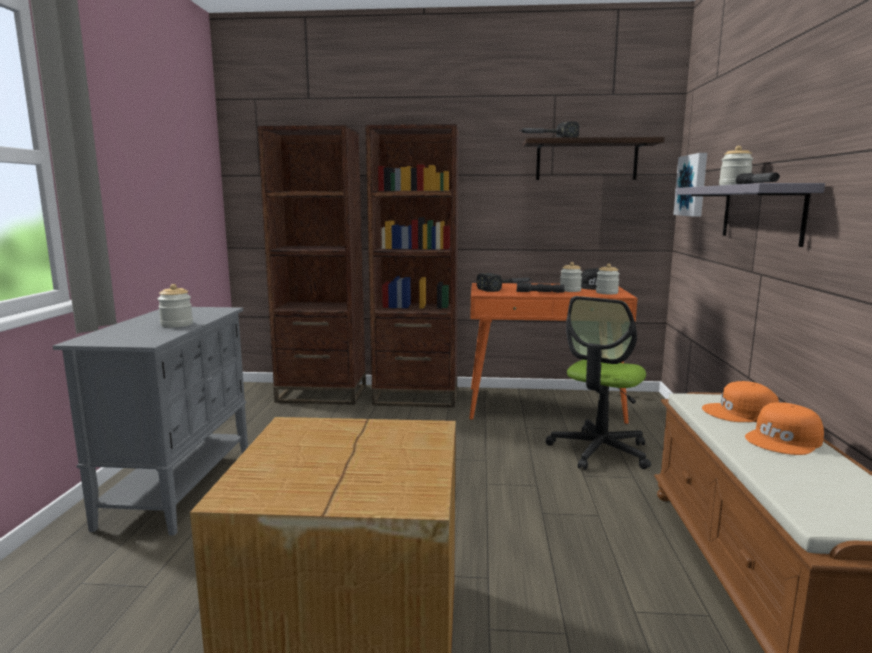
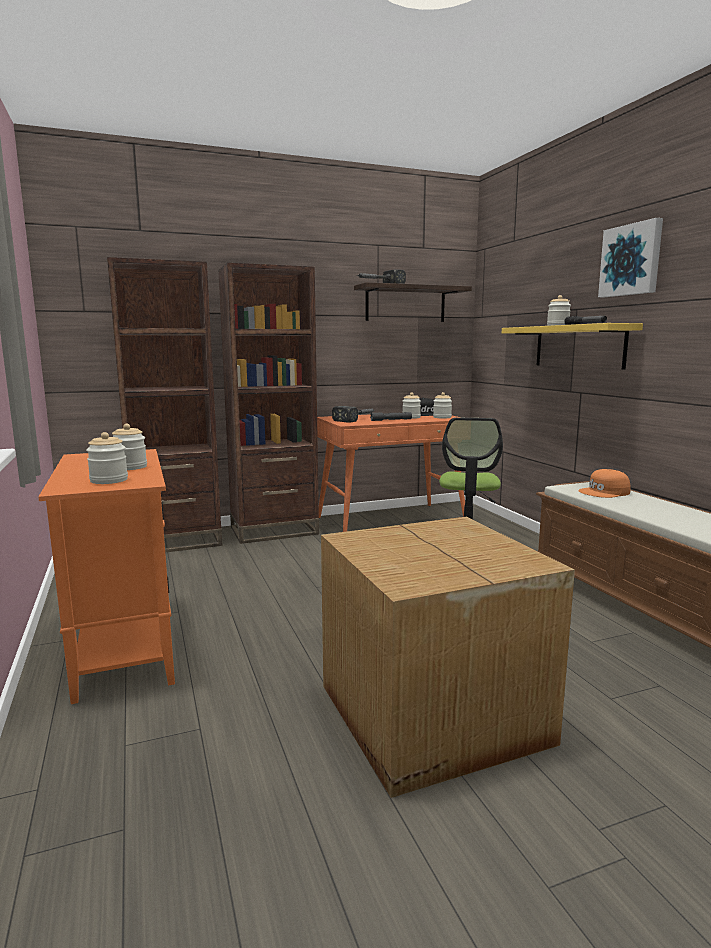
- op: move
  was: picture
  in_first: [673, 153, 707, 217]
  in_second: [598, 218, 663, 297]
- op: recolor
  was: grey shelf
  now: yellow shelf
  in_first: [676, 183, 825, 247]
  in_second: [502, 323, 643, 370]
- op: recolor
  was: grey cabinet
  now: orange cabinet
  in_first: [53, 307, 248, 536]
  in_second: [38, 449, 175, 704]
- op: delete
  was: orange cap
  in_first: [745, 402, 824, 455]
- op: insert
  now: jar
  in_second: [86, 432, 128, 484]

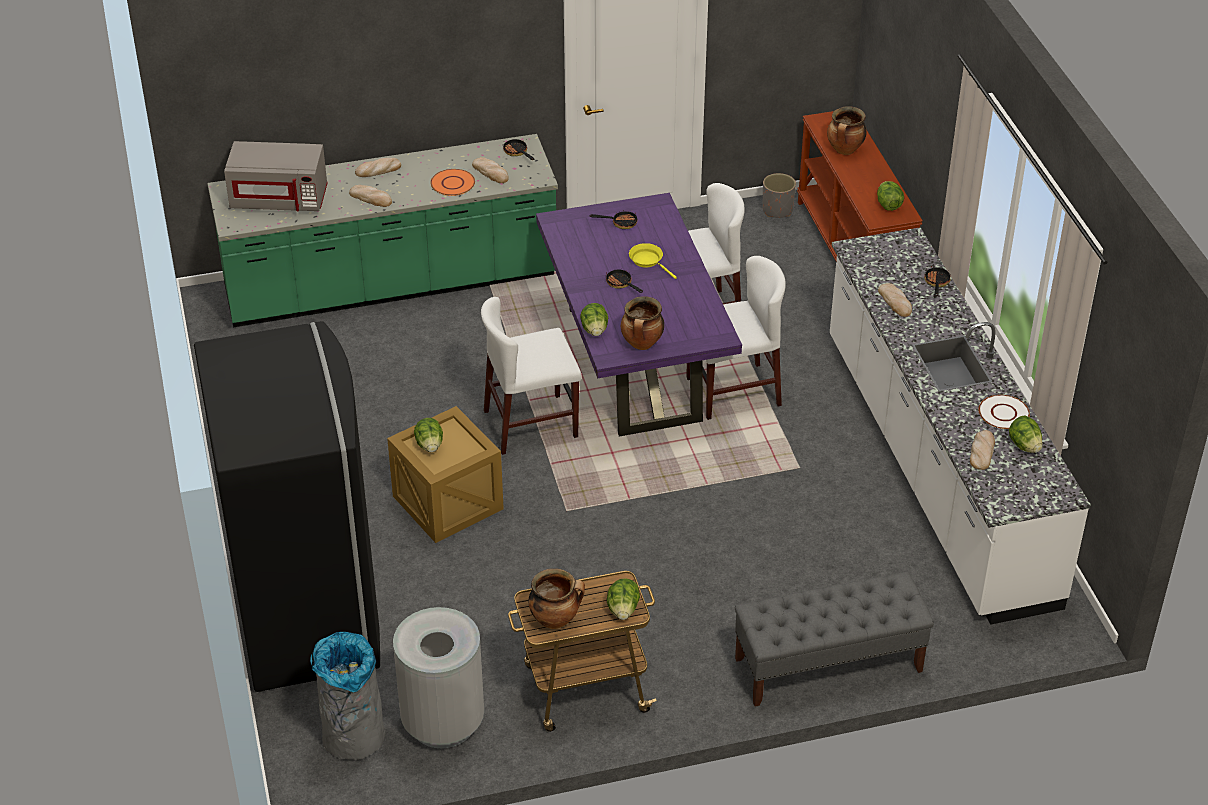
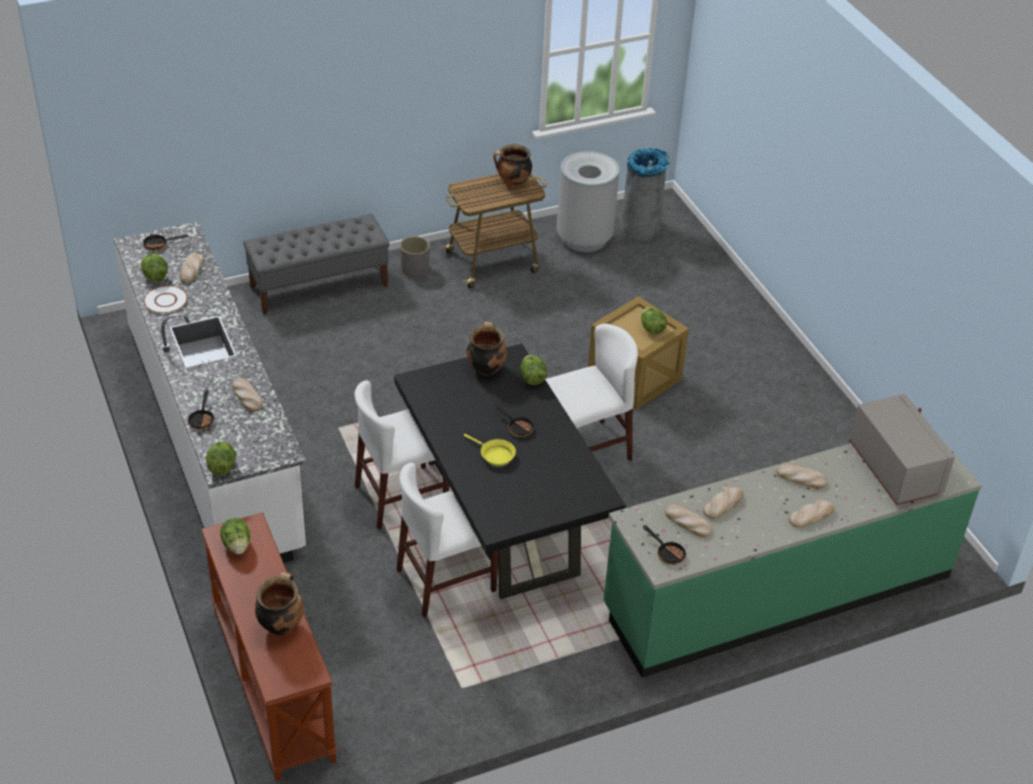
- op: rotate
  was: grey microwave
  in_first: [224, 141, 328, 211]
  in_second: [849, 394, 955, 505]
  clockwise: 75
- op: replace
  was: orange plate
  now: bread
  in_first: [430, 169, 475, 196]
  in_second: [703, 487, 743, 519]
- op: move
  was: grey planter
  in_first: [763, 173, 796, 218]
  in_second: [400, 236, 430, 277]
- op: recolor
  was: purple dining table
  now: black dining table
  in_first: [536, 193, 742, 436]
  in_second: [394, 344, 626, 599]
- op: move
  was: frying pan
  in_first: [589, 210, 637, 229]
  in_second: [143, 235, 188, 251]
- op: delete
  was: black fridge
  in_first: [194, 321, 380, 692]
- op: move
  was: lettuce
  in_first: [607, 578, 640, 620]
  in_second: [206, 441, 236, 475]

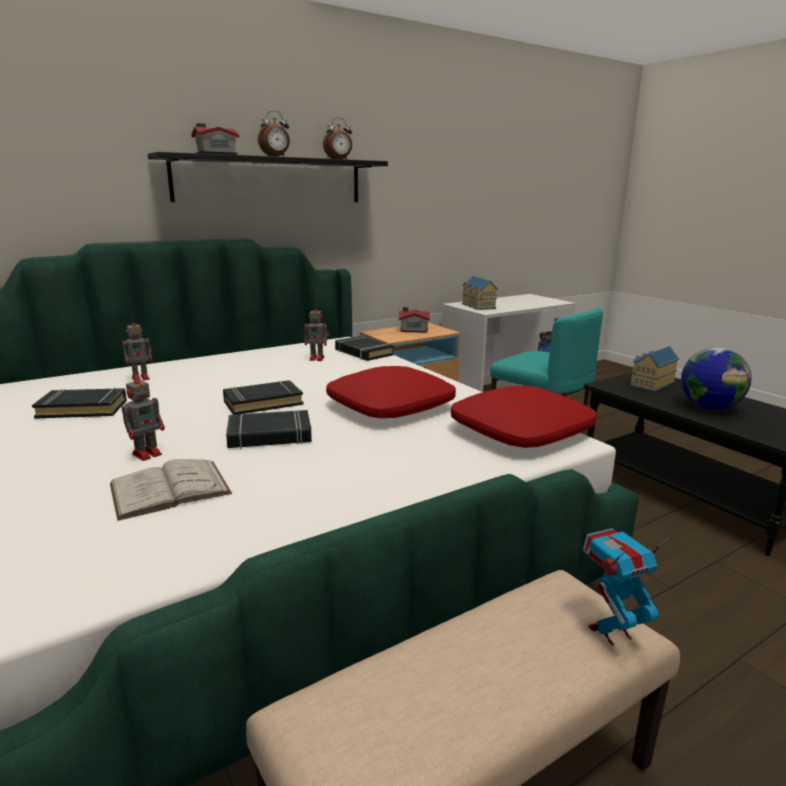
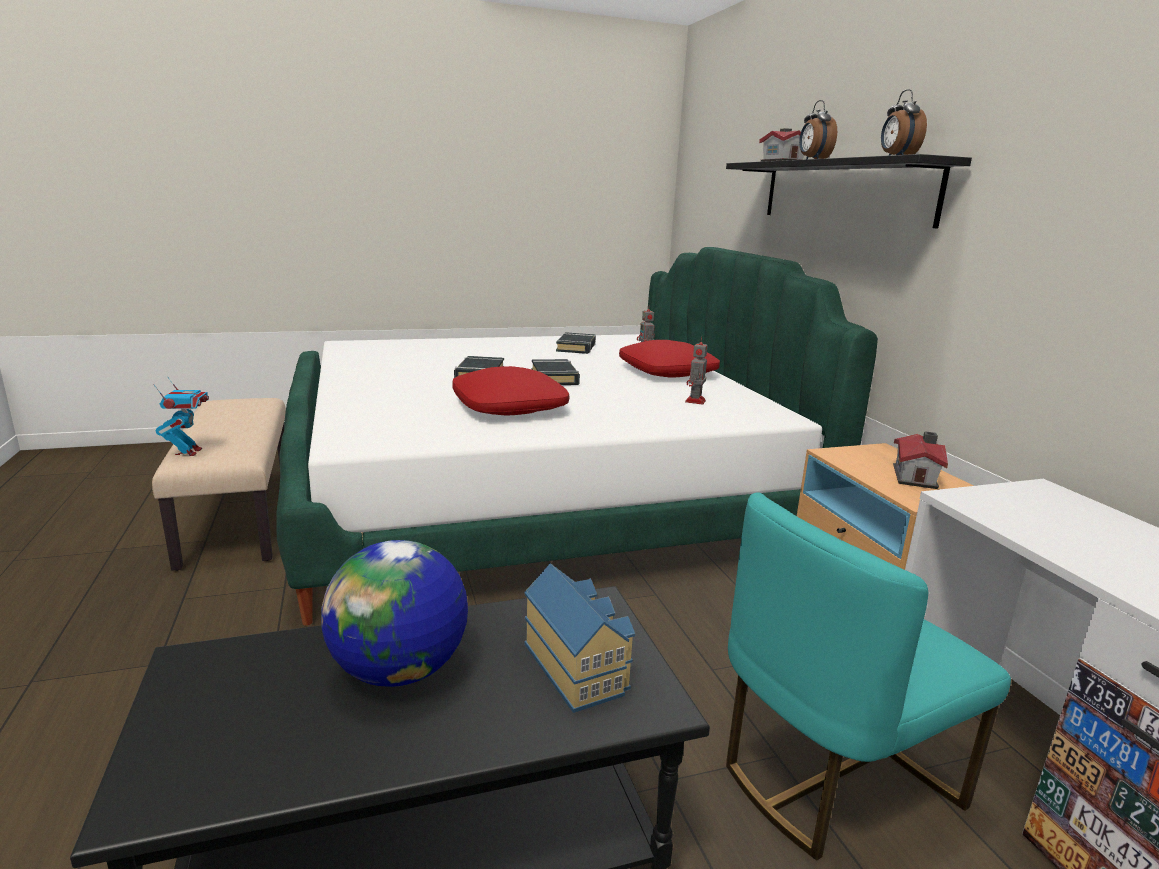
- op: delete
  was: toy house
  in_first: [462, 276, 498, 310]
- op: delete
  was: black book
  in_first: [335, 336, 394, 361]
- op: delete
  was: toy robot
  in_first: [122, 372, 165, 461]
- op: move
  was: red pillow
  in_first: [451, 386, 597, 448]
  in_second: [619, 340, 720, 378]
- op: delete
  was: white book
  in_first: [110, 459, 232, 521]

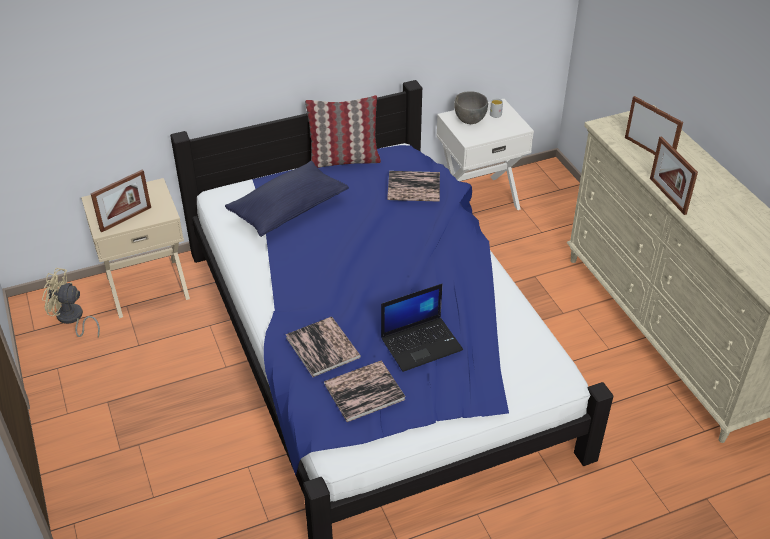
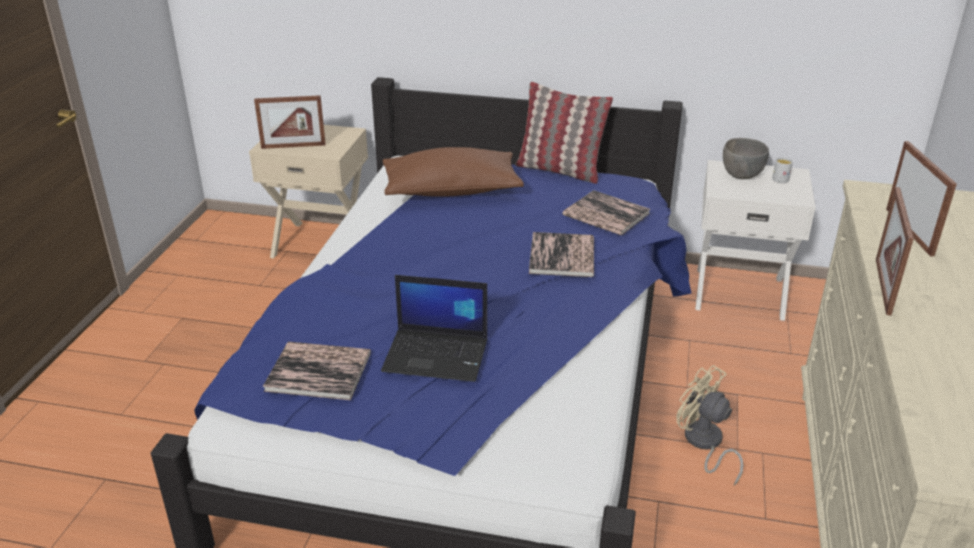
- op: recolor
  was: blue pillow
  now: brown pillow
  in_first: [225, 161, 349, 237]
  in_second: [382, 147, 524, 197]
- op: move
  was: beige fan
  in_first: [42, 268, 100, 338]
  in_second: [676, 365, 743, 486]
- op: move
  was: book
  in_first: [286, 317, 361, 377]
  in_second: [529, 232, 594, 277]

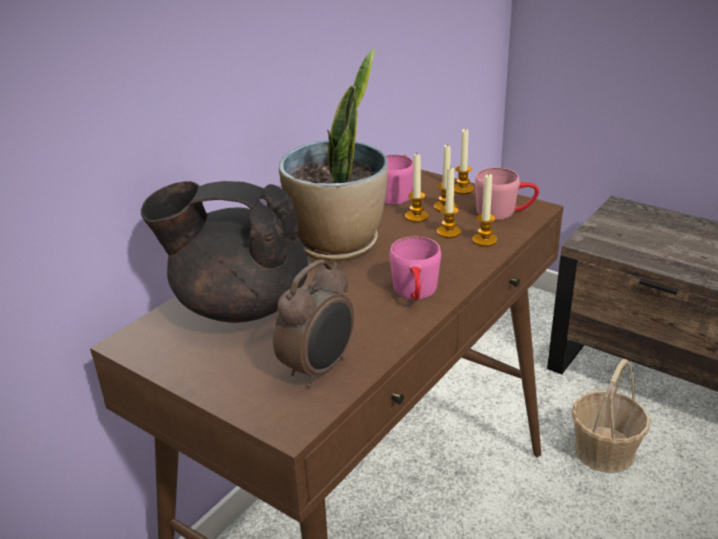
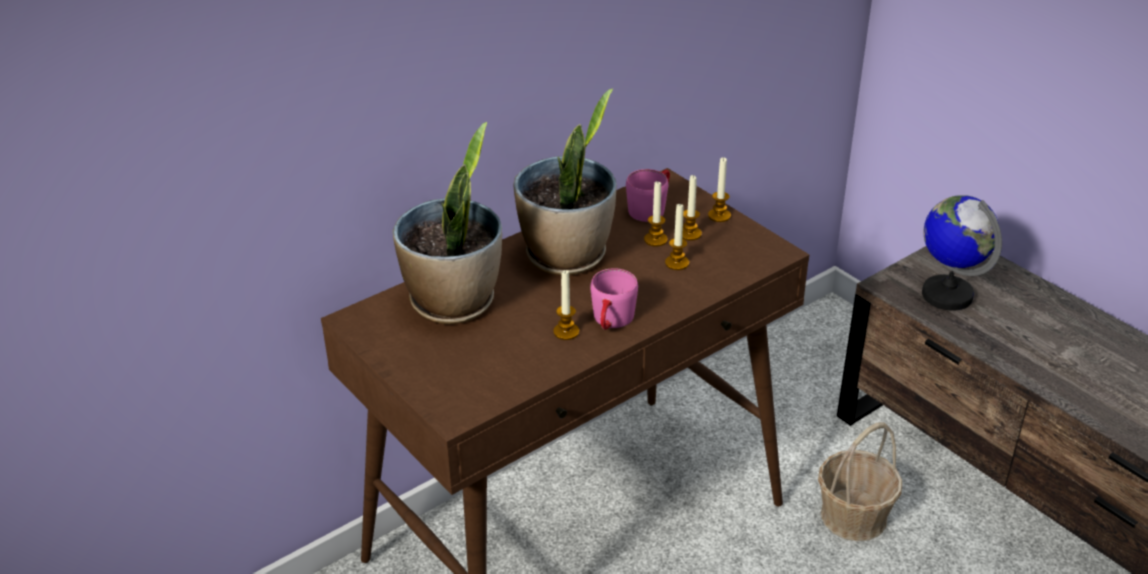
- op: delete
  was: pink mug
  in_first: [475, 168, 539, 220]
- op: move
  was: candle
  in_first: [472, 173, 498, 247]
  in_second: [553, 270, 579, 340]
- op: replace
  was: black teapot
  now: potted plant
  in_first: [141, 181, 308, 323]
  in_second: [393, 122, 502, 324]
- op: delete
  was: alarm clock
  in_first: [273, 259, 354, 388]
- op: insert
  now: globe
  in_second: [922, 195, 1002, 311]

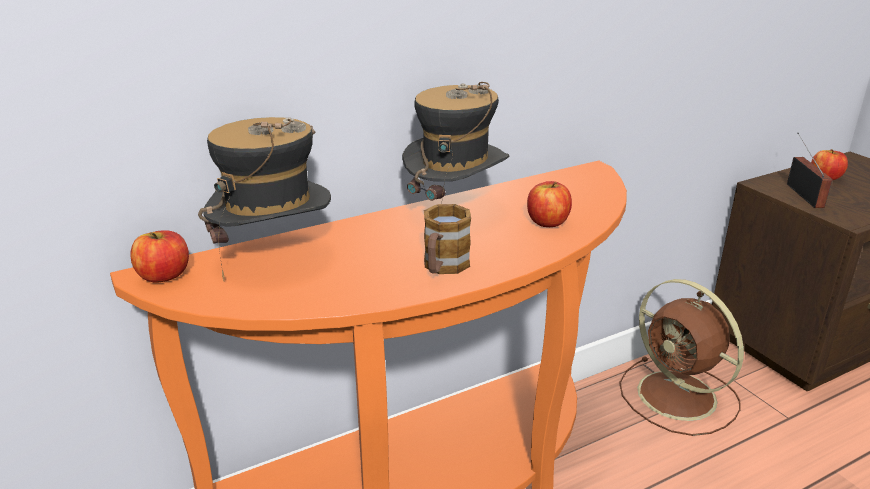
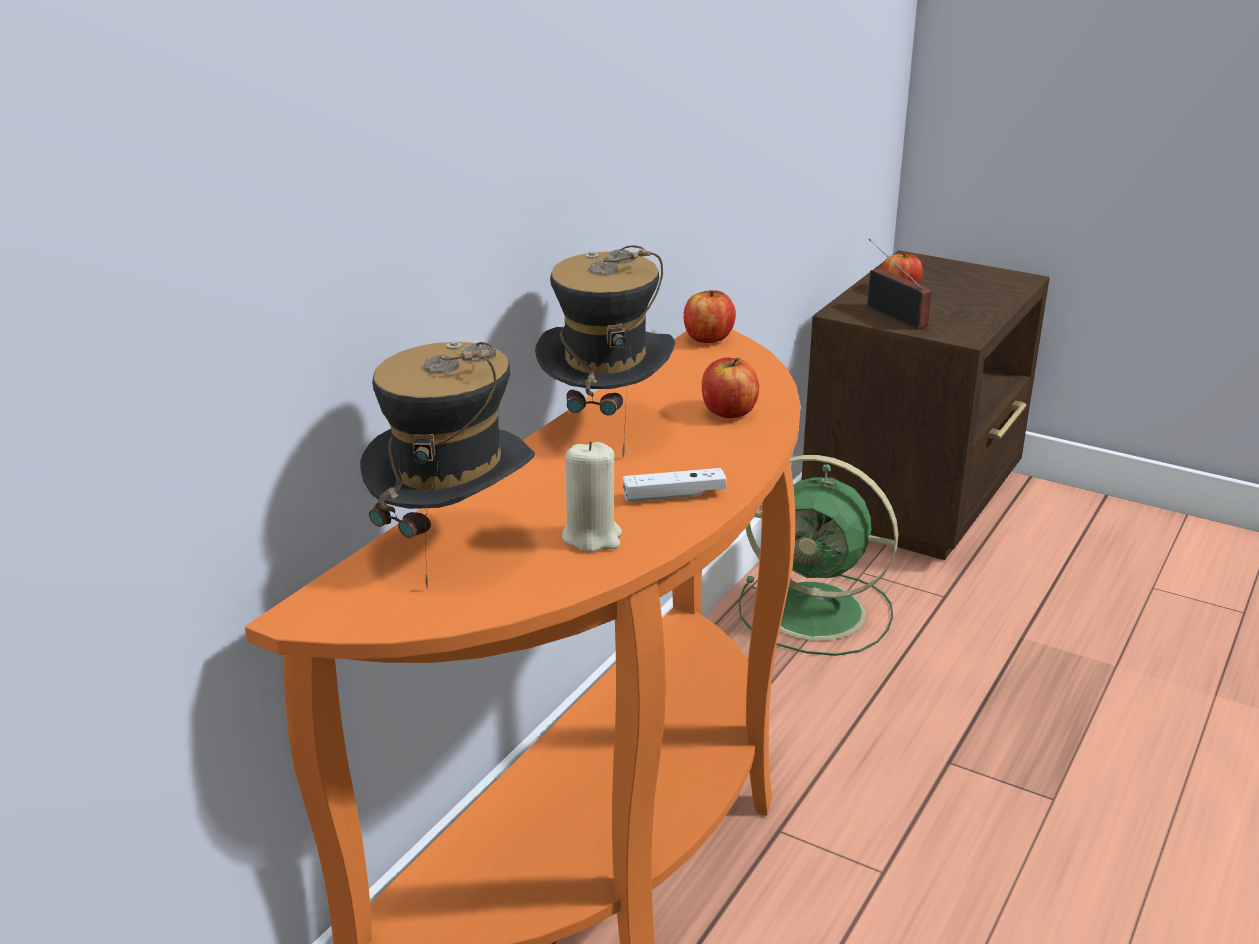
- op: replace
  was: mug
  now: white game controller
  in_first: [424, 204, 471, 274]
  in_second: [623, 468, 726, 502]
- op: move
  was: apple
  in_first: [130, 231, 189, 283]
  in_second: [684, 290, 736, 343]
- op: recolor
  was: brown fan
  now: green fan
  in_first: [619, 279, 744, 436]
  in_second: [738, 455, 898, 656]
- op: insert
  now: beige candle
  in_second: [562, 441, 622, 552]

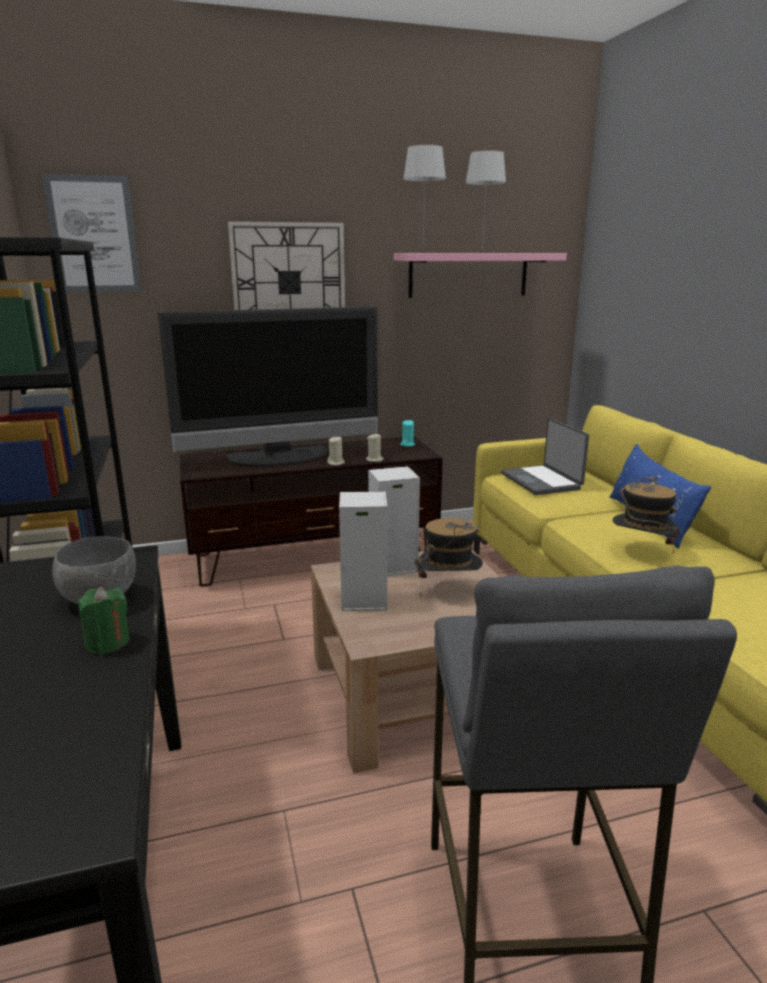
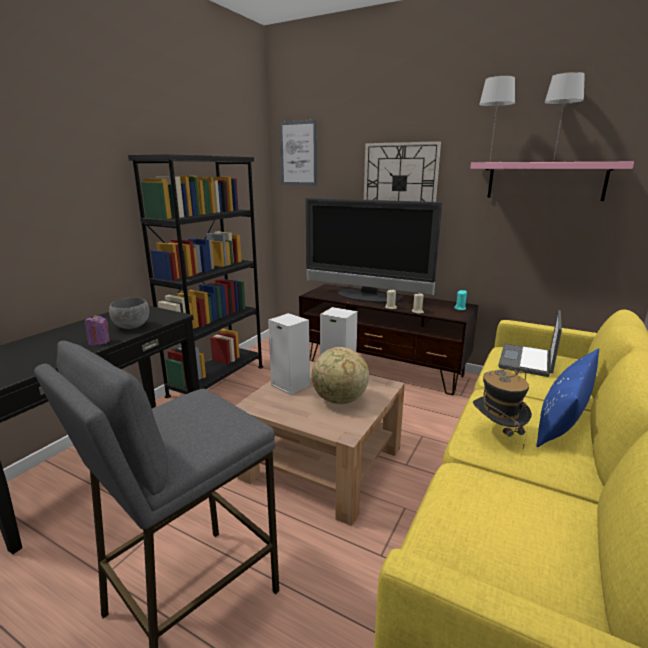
- op: replace
  was: hat
  now: globe
  in_first: [415, 518, 483, 596]
  in_second: [312, 347, 369, 404]
- op: recolor
  was: green candle
  now: purple candle
  in_first: [78, 587, 130, 654]
  in_second: [85, 315, 110, 345]

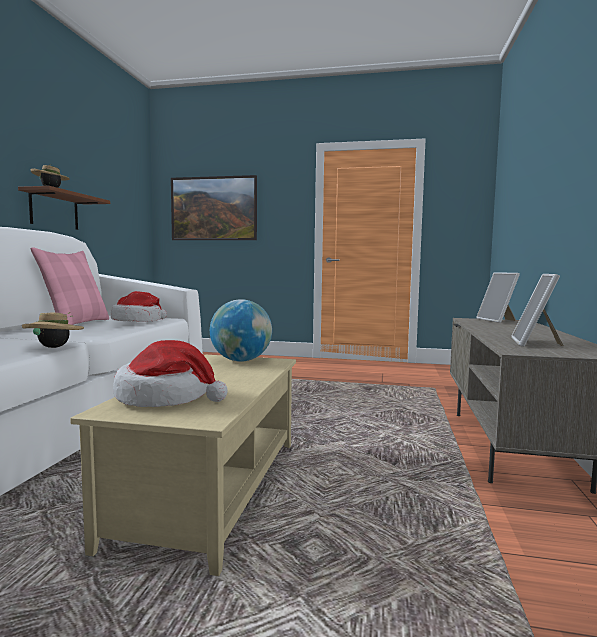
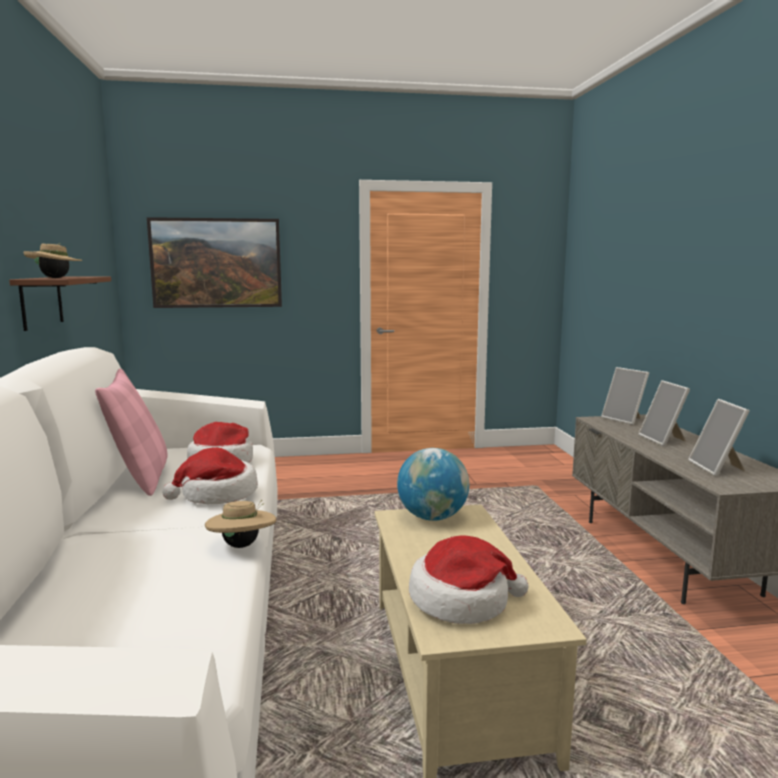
- op: insert
  now: picture frame
  in_second: [638, 380, 690, 446]
- op: insert
  now: hat
  in_second: [162, 447, 258, 505]

